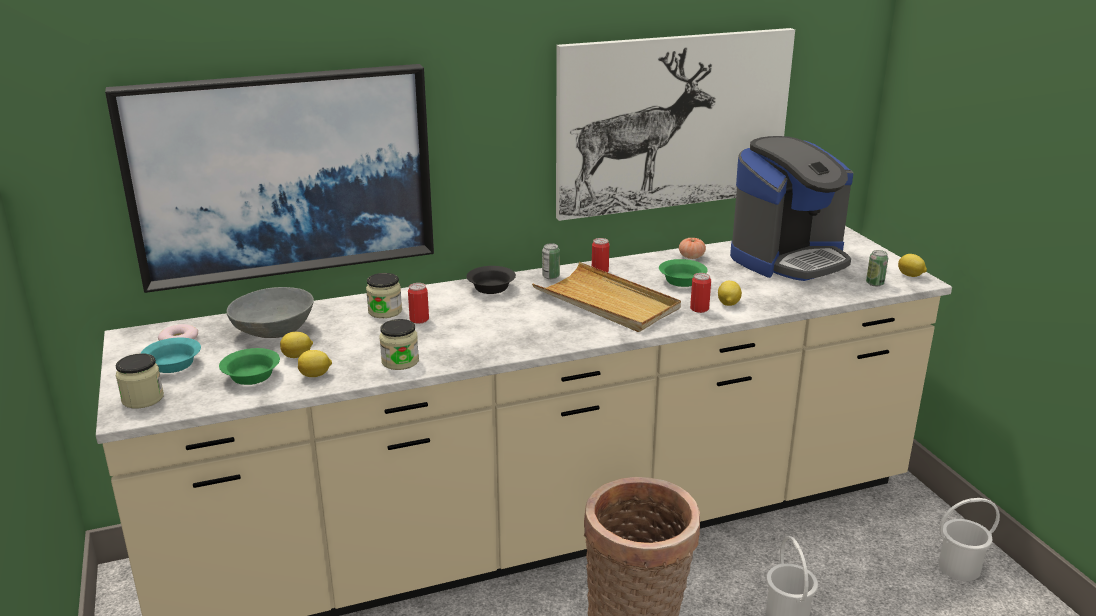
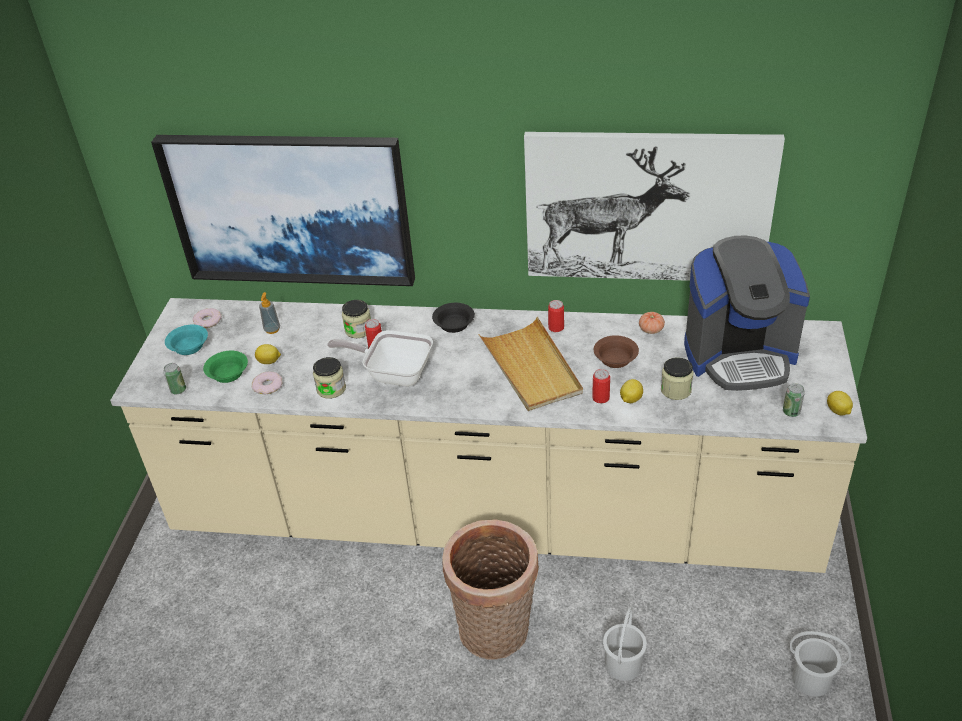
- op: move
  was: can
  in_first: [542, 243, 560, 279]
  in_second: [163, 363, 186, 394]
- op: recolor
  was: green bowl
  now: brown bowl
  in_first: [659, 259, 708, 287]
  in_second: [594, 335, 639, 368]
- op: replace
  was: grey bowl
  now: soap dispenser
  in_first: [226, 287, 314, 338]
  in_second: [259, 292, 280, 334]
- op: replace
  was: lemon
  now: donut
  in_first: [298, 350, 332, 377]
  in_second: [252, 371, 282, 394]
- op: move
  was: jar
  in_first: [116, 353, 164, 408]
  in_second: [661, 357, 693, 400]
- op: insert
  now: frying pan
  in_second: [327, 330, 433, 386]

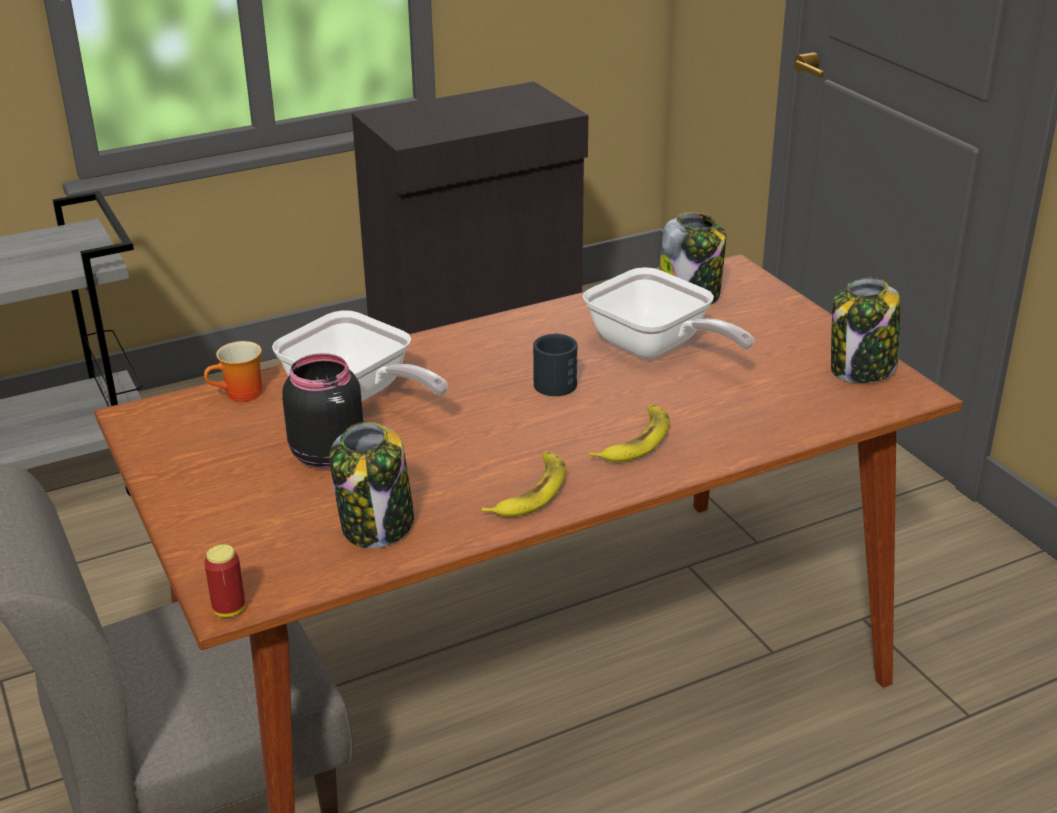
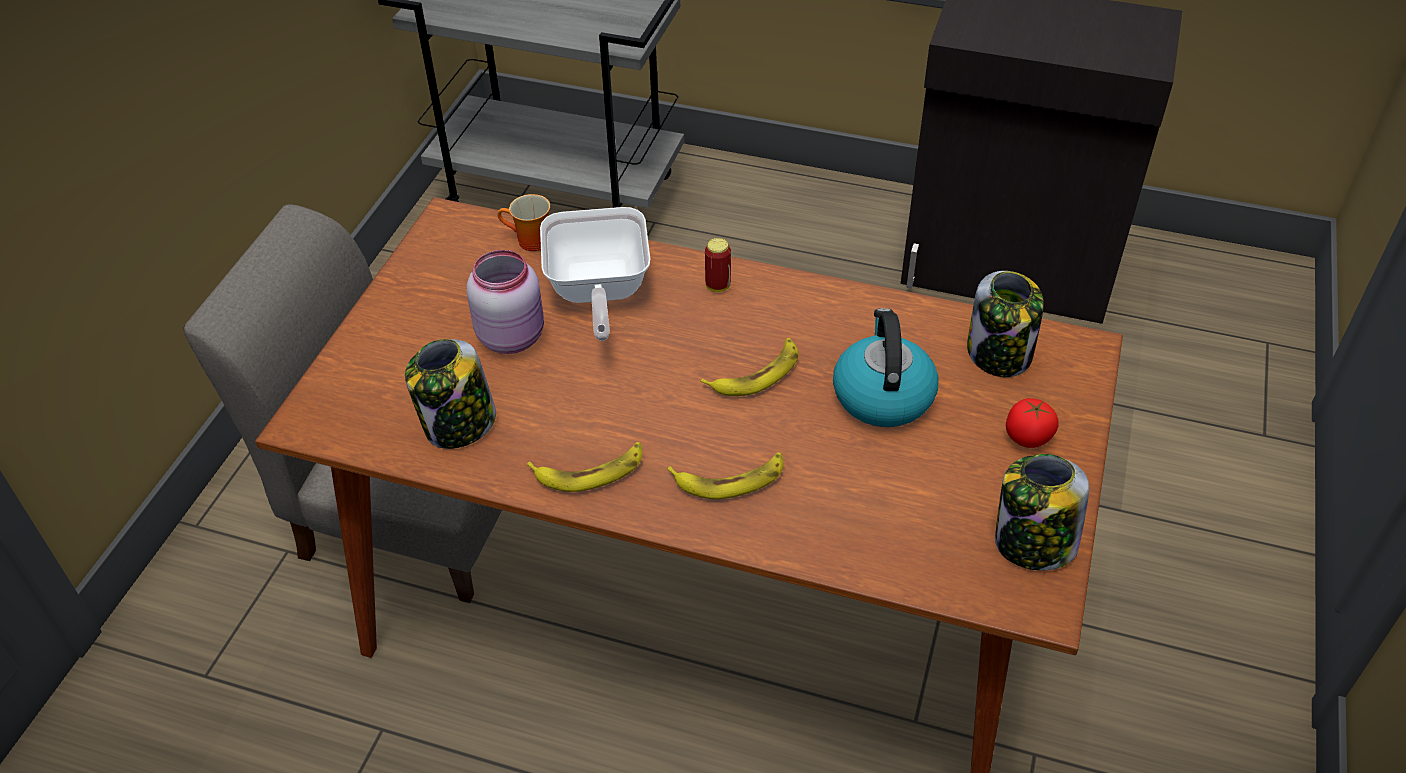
- op: replace
  was: frying pan
  now: kettle
  in_first: [583, 267, 754, 359]
  in_second: [833, 308, 938, 427]
- op: replace
  was: black mug
  now: banana
  in_first: [533, 333, 578, 396]
  in_second: [701, 338, 799, 396]
- op: recolor
  was: black jar
  now: pink jar
  in_first: [282, 353, 363, 468]
  in_second: [467, 250, 544, 354]
- op: move
  was: can
  in_first: [204, 544, 245, 617]
  in_second: [705, 238, 731, 292]
- op: insert
  now: tomato
  in_second: [1006, 398, 1059, 448]

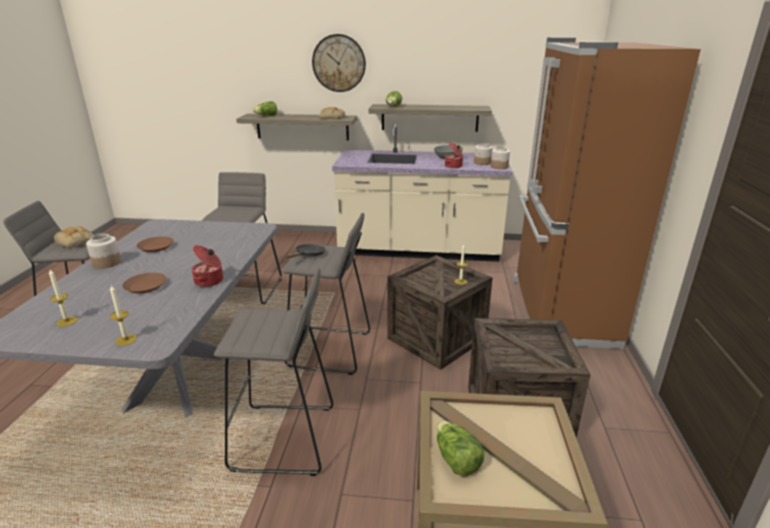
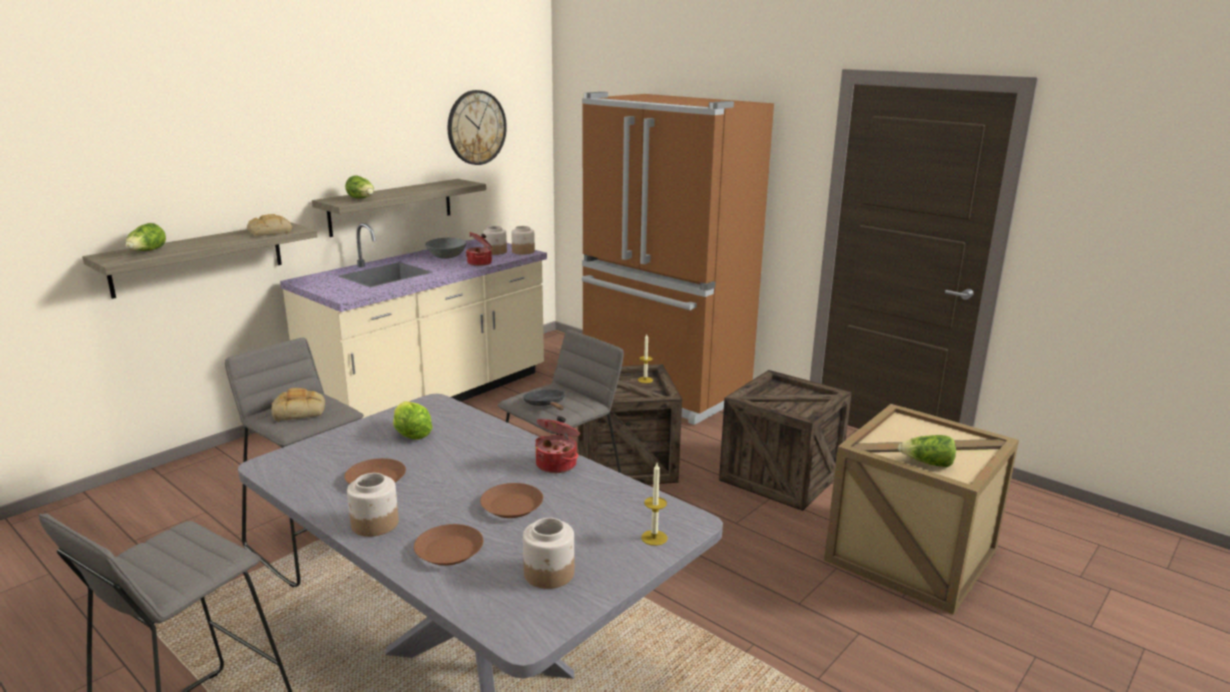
- op: move
  was: wall clock
  in_first: [312, 34, 366, 92]
  in_second: [448, 90, 507, 165]
- op: move
  was: bread
  in_first: [54, 226, 94, 248]
  in_second: [271, 388, 325, 421]
- op: delete
  was: grey stool
  in_first: [214, 267, 333, 476]
- op: replace
  was: candle
  now: jar
  in_first: [49, 269, 78, 327]
  in_second: [523, 518, 574, 589]
- op: insert
  now: lettuce
  in_second: [393, 401, 433, 440]
- op: insert
  now: brown plate
  in_second: [414, 524, 483, 566]

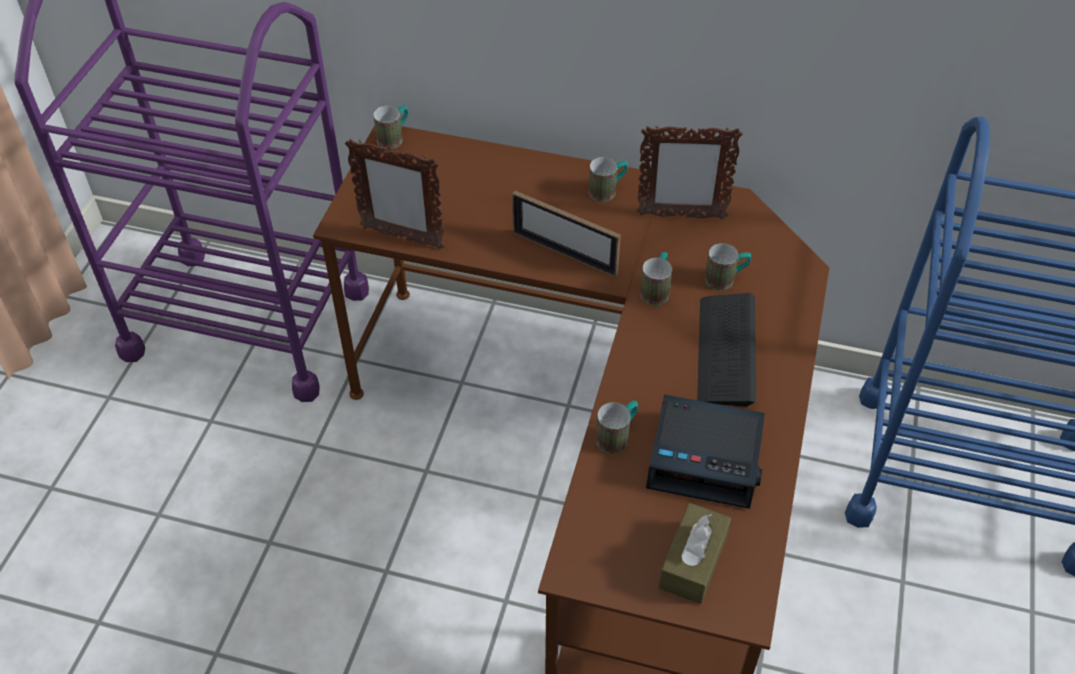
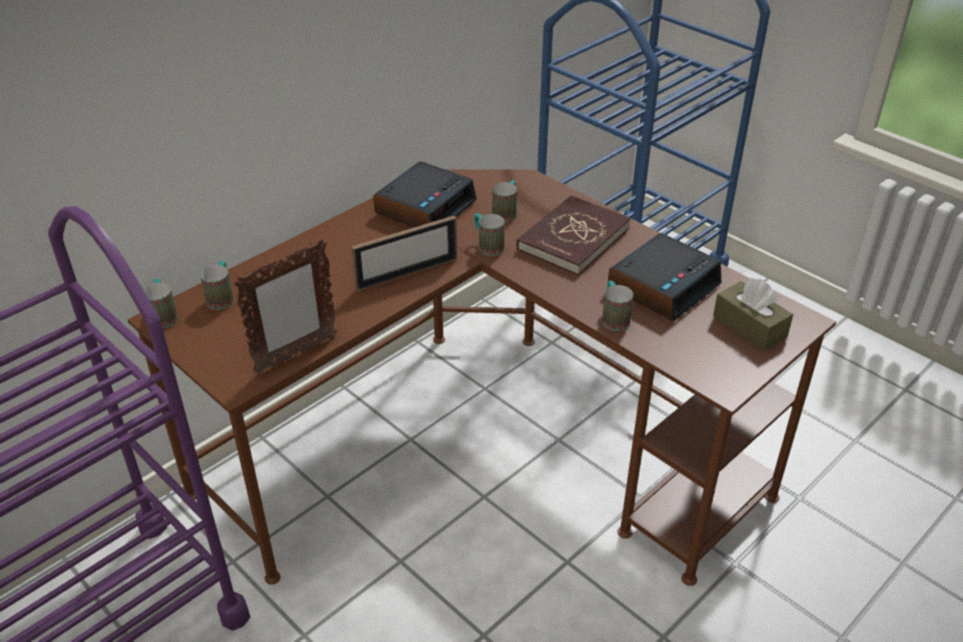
- op: replace
  was: picture frame
  now: alarm clock
  in_first: [637, 125, 743, 219]
  in_second: [373, 161, 477, 227]
- op: move
  was: mug
  in_first: [589, 157, 628, 202]
  in_second: [200, 261, 234, 310]
- op: replace
  was: keyboard
  now: red book
  in_first: [697, 293, 756, 407]
  in_second: [516, 195, 631, 275]

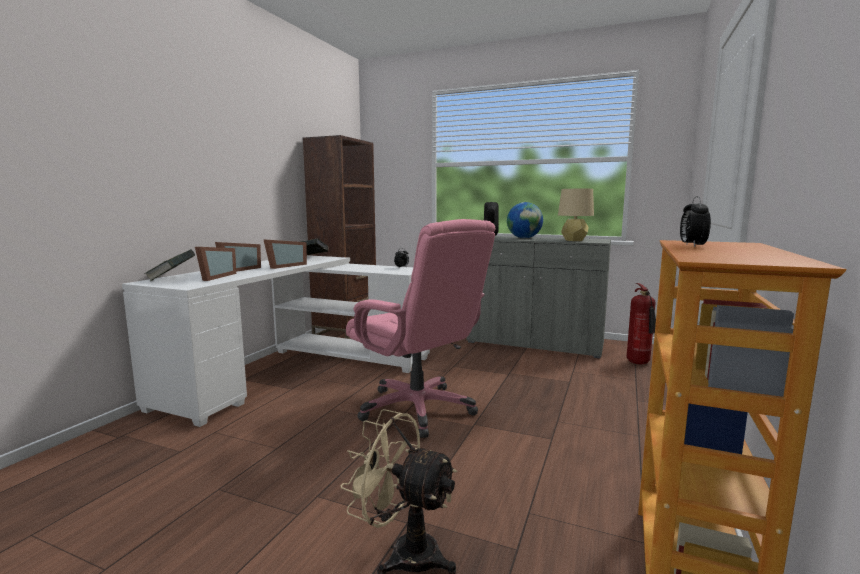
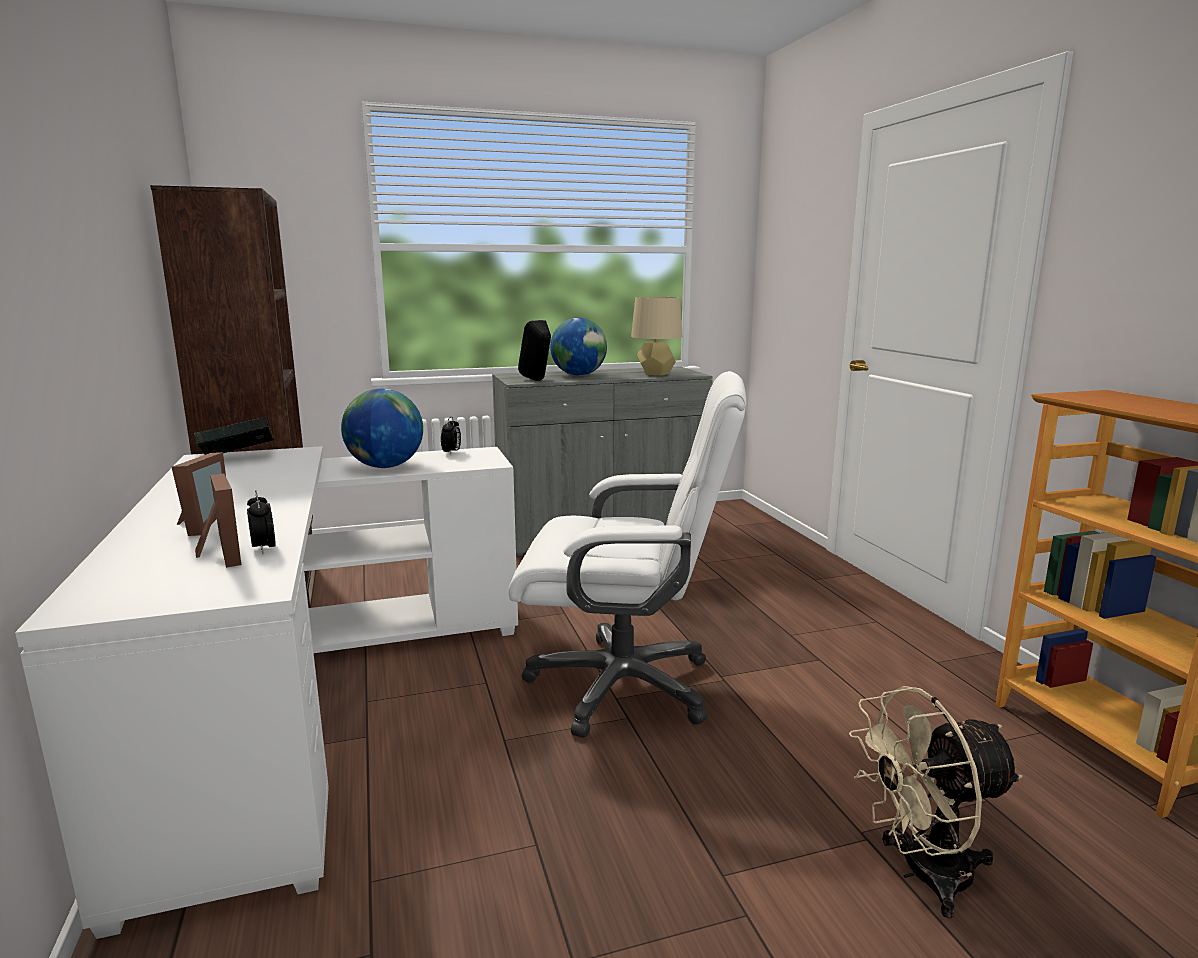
- op: move
  was: alarm clock
  in_first: [680, 196, 711, 247]
  in_second: [247, 491, 276, 553]
- op: recolor
  was: pink office chair
  now: white office chair
  in_first: [346, 219, 496, 438]
  in_second: [508, 371, 746, 738]
- op: delete
  was: picture frame
  in_first: [263, 239, 307, 269]
- op: delete
  was: book
  in_first: [144, 249, 195, 281]
- op: delete
  was: fire extinguisher
  in_first: [627, 283, 656, 364]
- op: insert
  now: globe
  in_second: [341, 389, 423, 468]

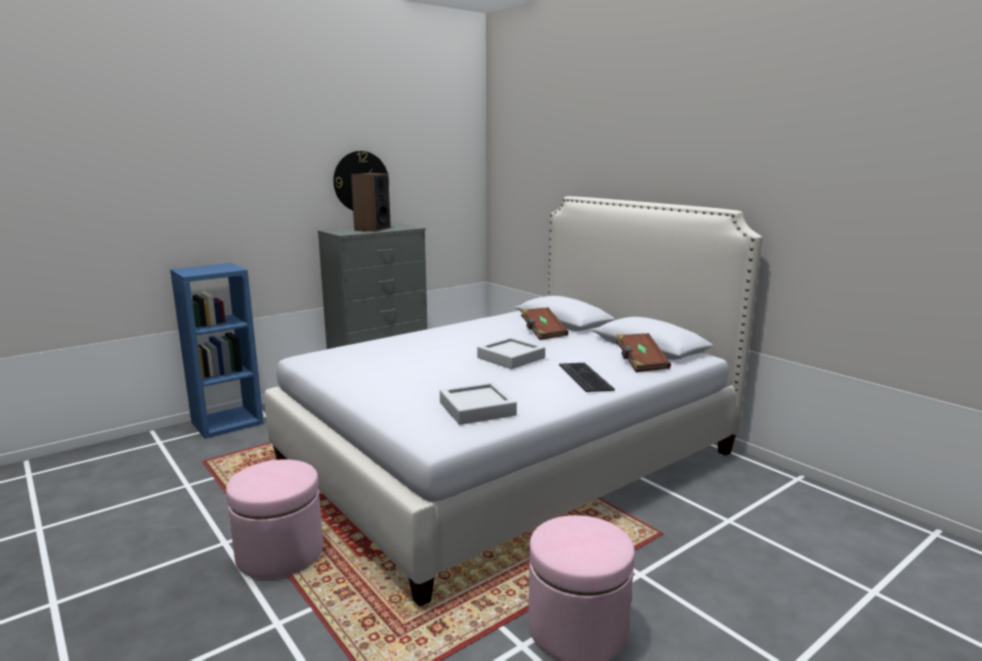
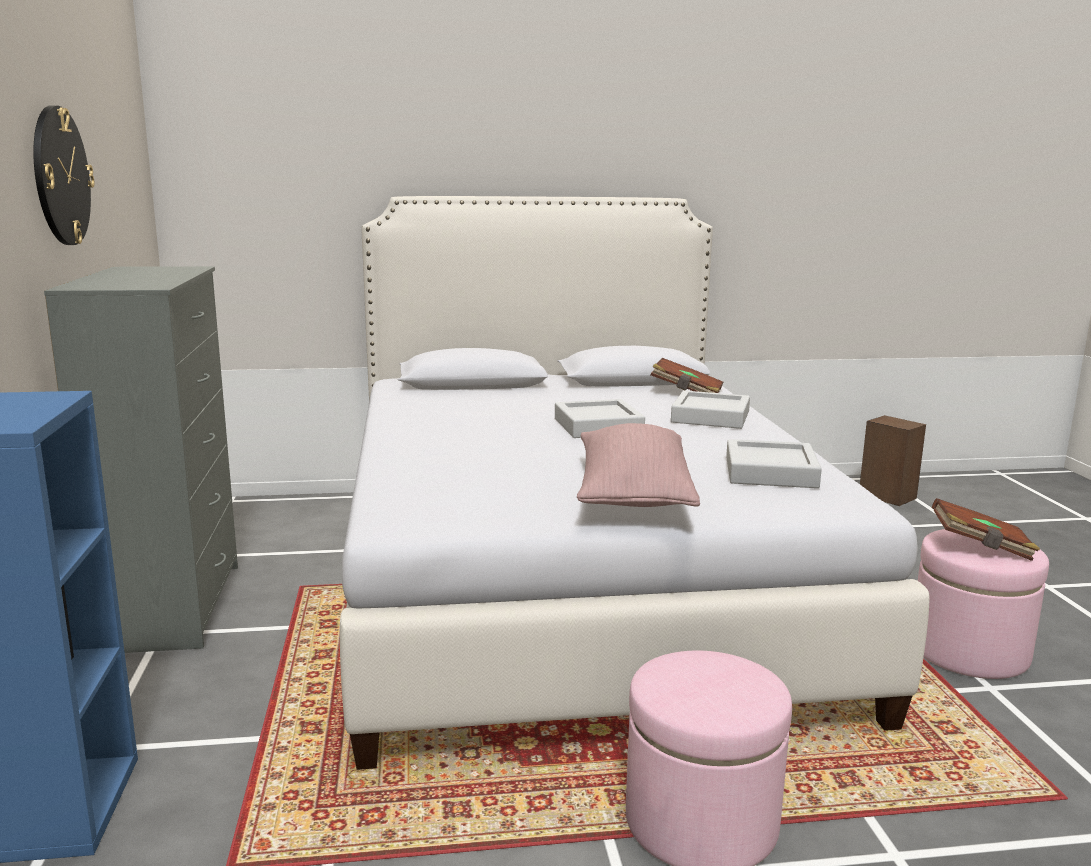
- op: move
  was: speaker
  in_first: [351, 173, 391, 232]
  in_second: [860, 415, 926, 506]
- op: move
  was: brown book
  in_first: [521, 307, 568, 340]
  in_second: [932, 498, 1040, 561]
- op: replace
  was: keyboard
  now: grey tray
  in_first: [559, 363, 615, 392]
  in_second: [671, 391, 750, 429]
- op: insert
  now: pink pillow
  in_second: [577, 423, 700, 507]

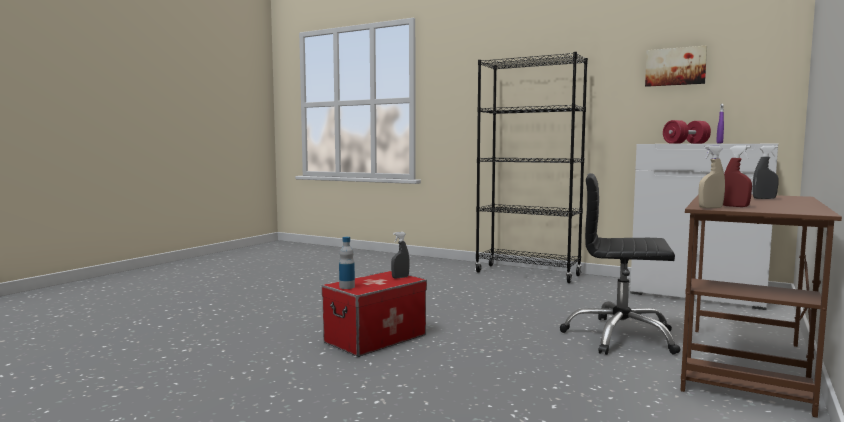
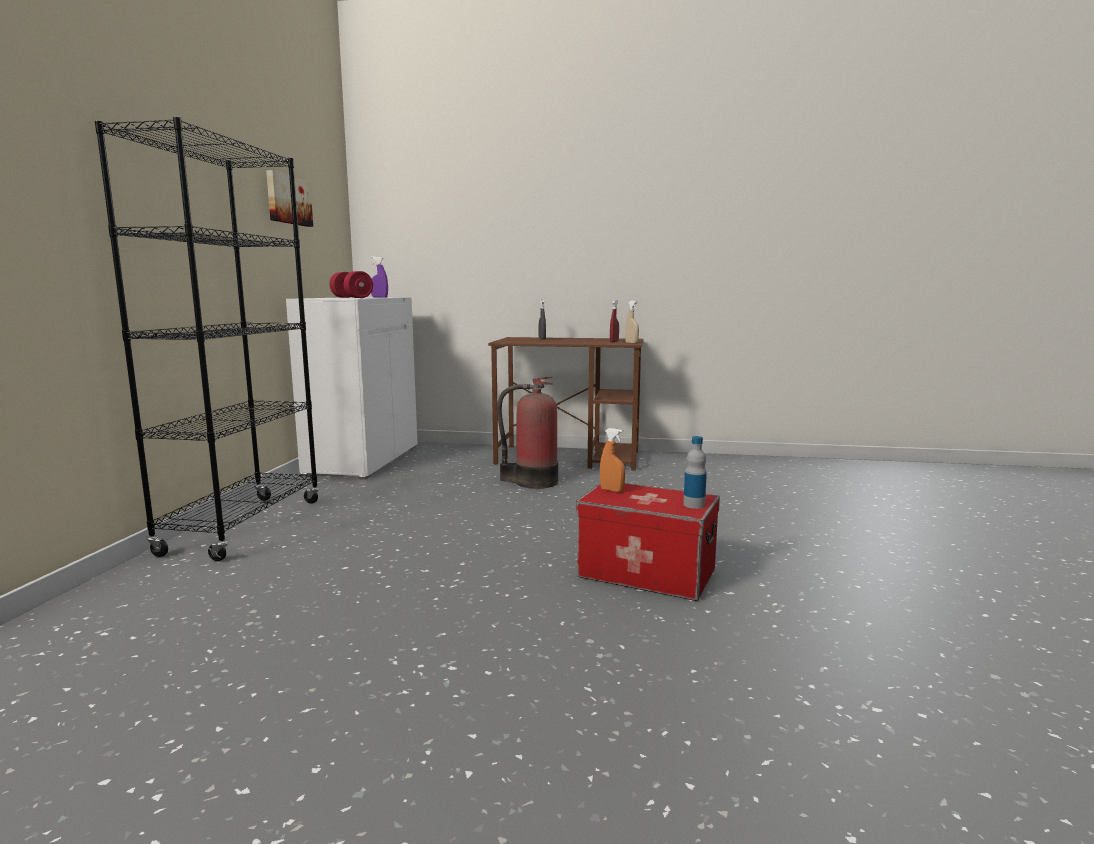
- op: replace
  was: black office chair
  now: fire extinguisher
  in_first: [560, 173, 681, 355]
  in_second: [497, 376, 558, 489]
- op: recolor
  was: grey spray bottle
  now: orange spray bottle
  in_first: [391, 232, 410, 278]
  in_second: [600, 428, 625, 492]

